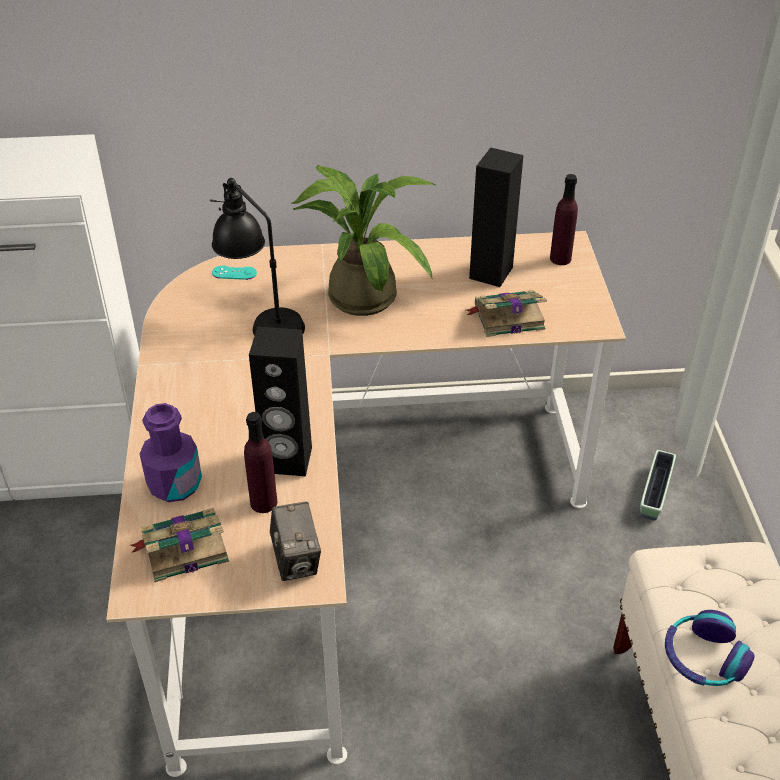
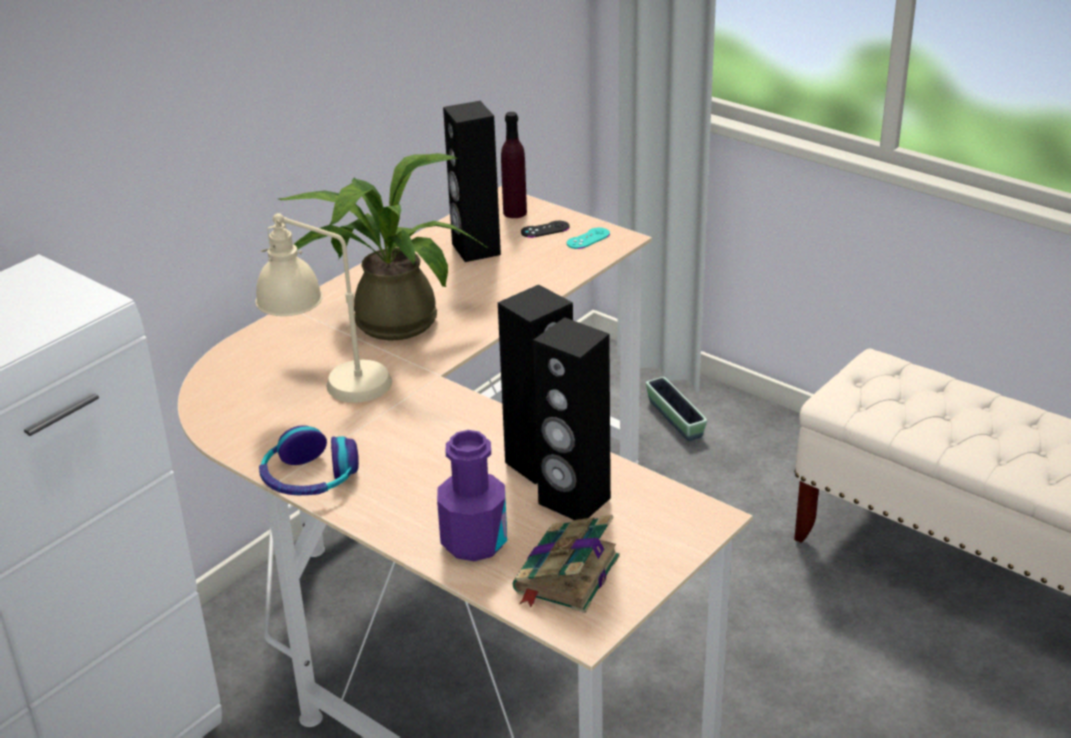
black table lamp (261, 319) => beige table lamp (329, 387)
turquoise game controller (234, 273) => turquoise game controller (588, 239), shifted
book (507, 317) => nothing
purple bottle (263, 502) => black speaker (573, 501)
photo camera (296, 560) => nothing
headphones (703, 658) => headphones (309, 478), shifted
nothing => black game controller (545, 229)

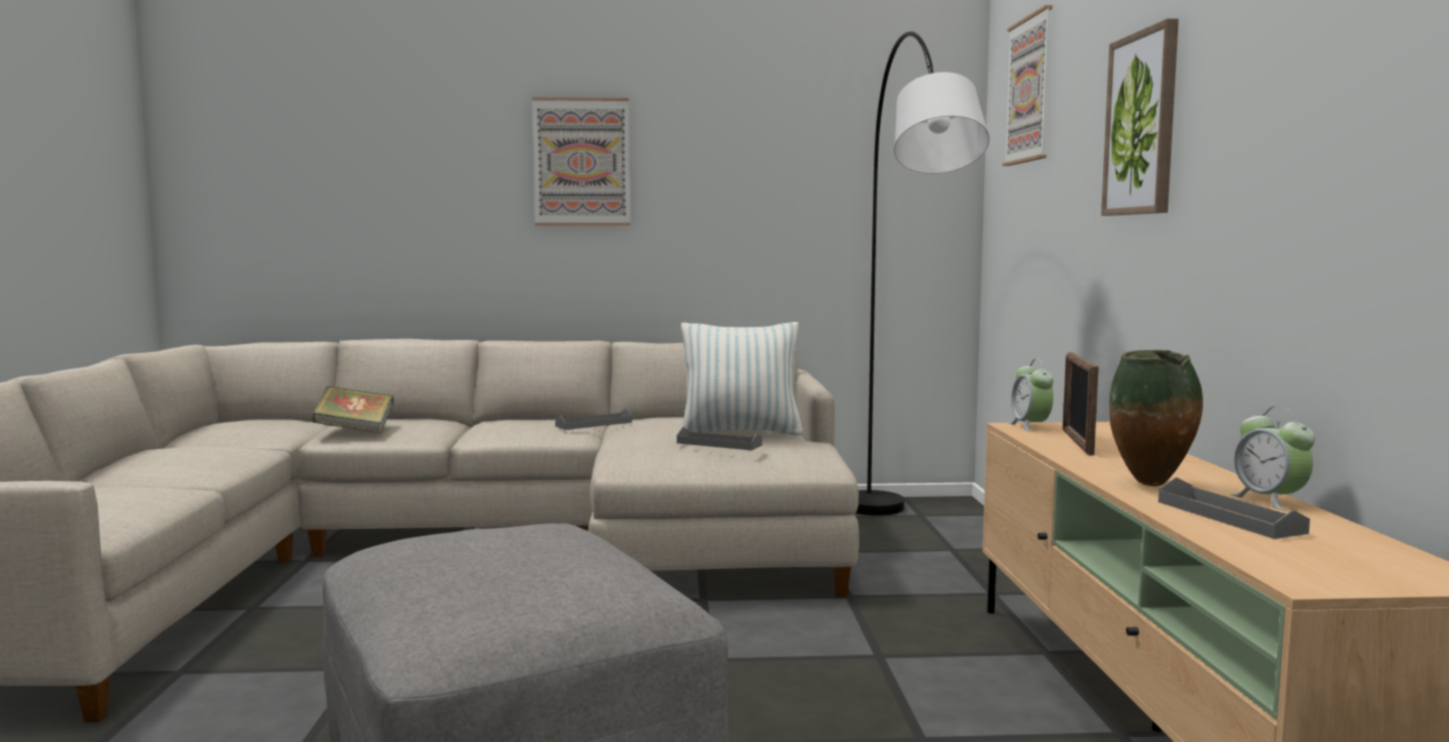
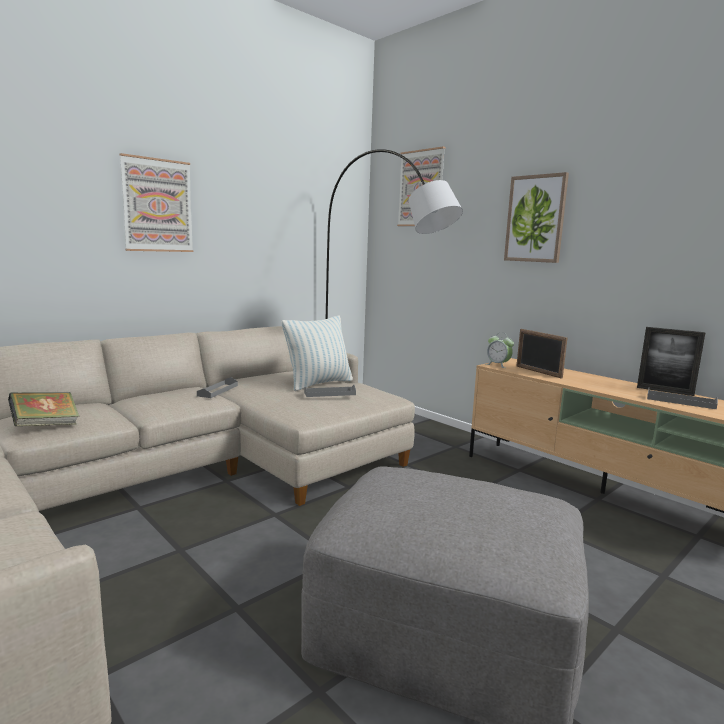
vase (1151, 485) => nothing
alarm clock (1269, 500) => picture frame (664, 391)

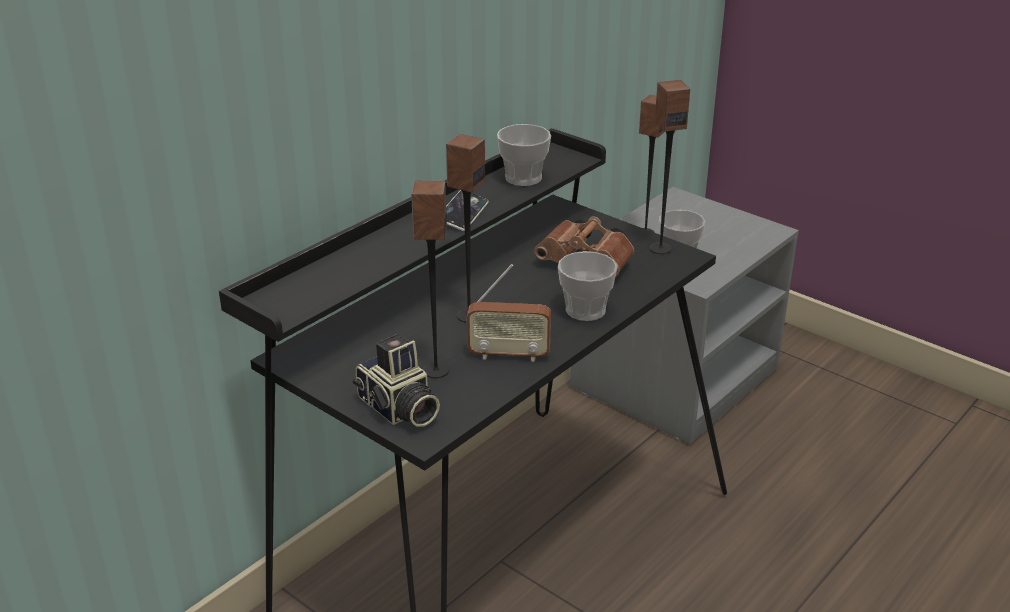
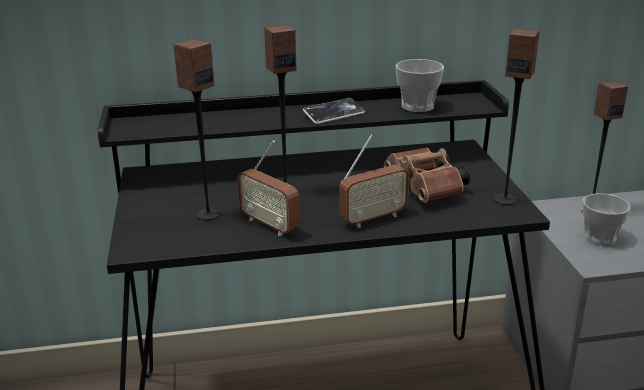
cup (585, 310) => radio (373, 218)
photo camera (398, 409) => nothing

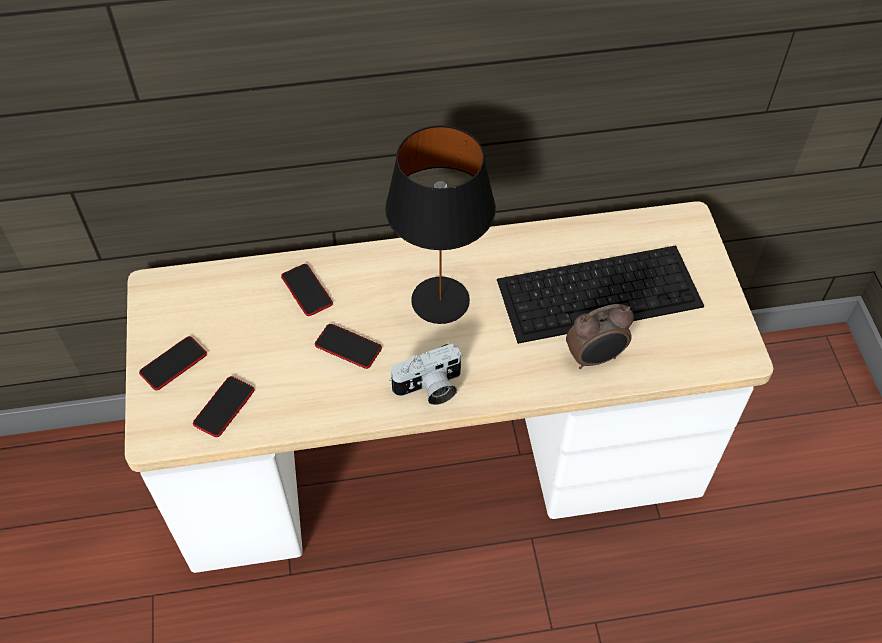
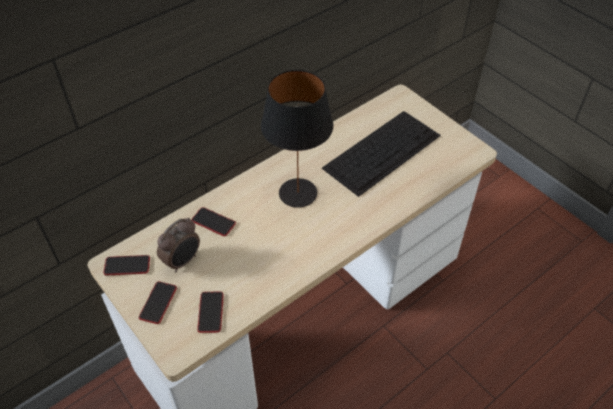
alarm clock (595, 358) => alarm clock (183, 261), shifted
phone (348, 347) => phone (127, 266), shifted
photo camera (430, 388) => nothing

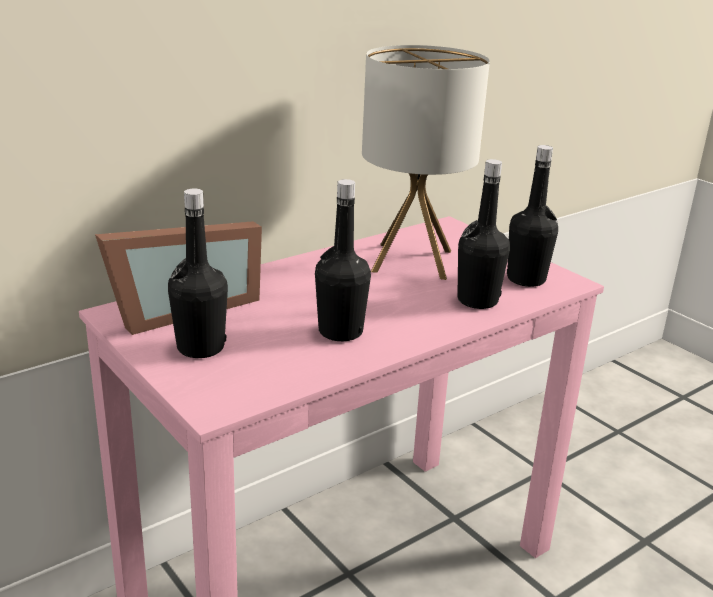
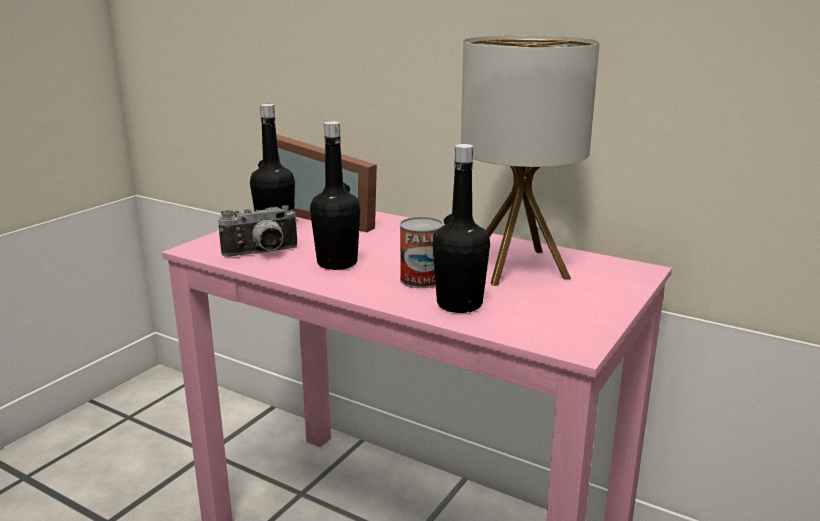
black bottle (526, 279) => nothing
nothing => photo camera (262, 253)
nothing => can (421, 279)

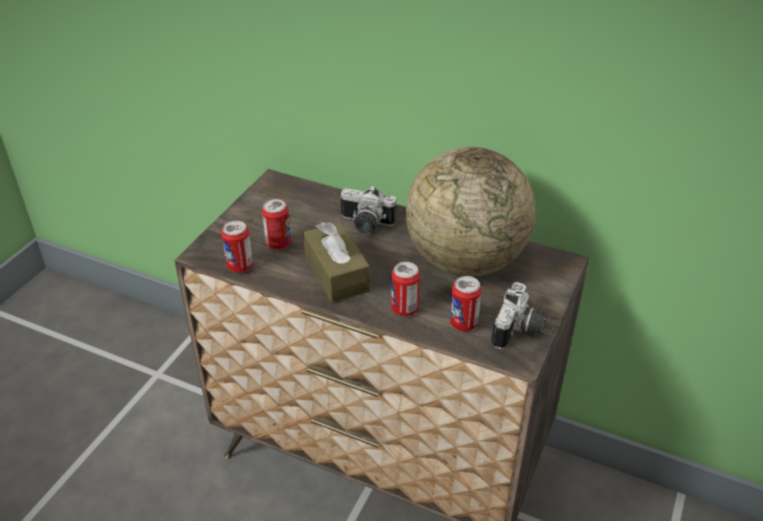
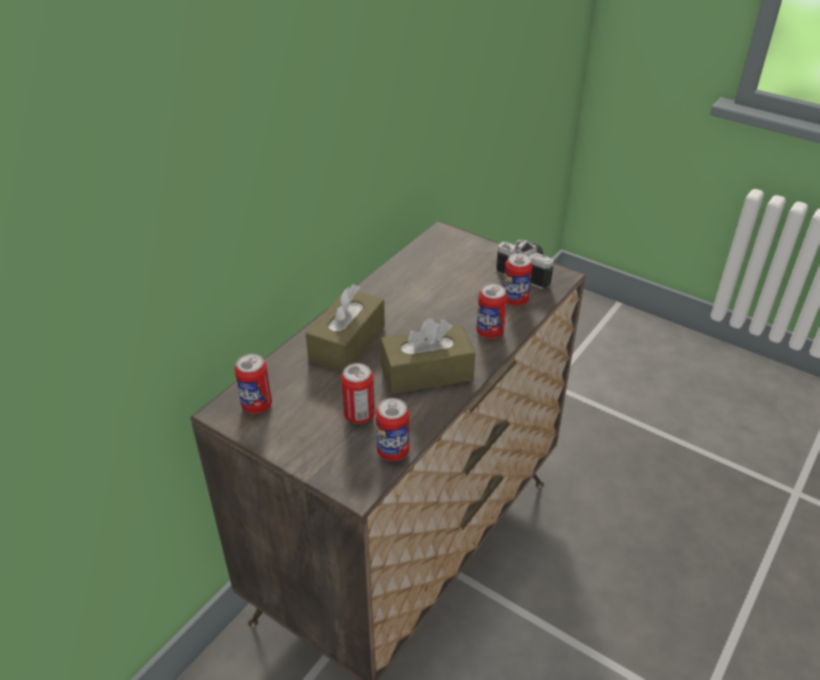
globe (465, 260) => nothing
photo camera (365, 225) => brown tissue box (347, 343)
nothing => can (257, 405)

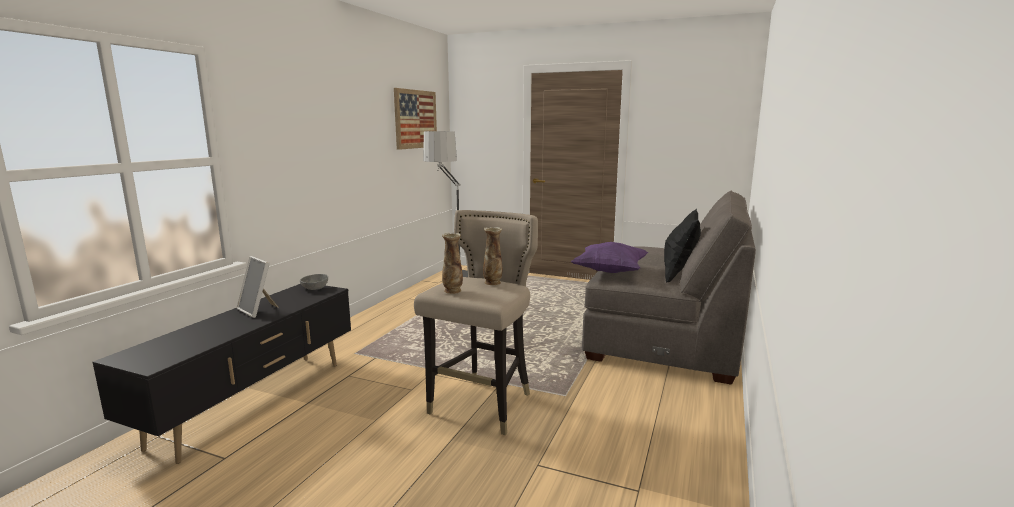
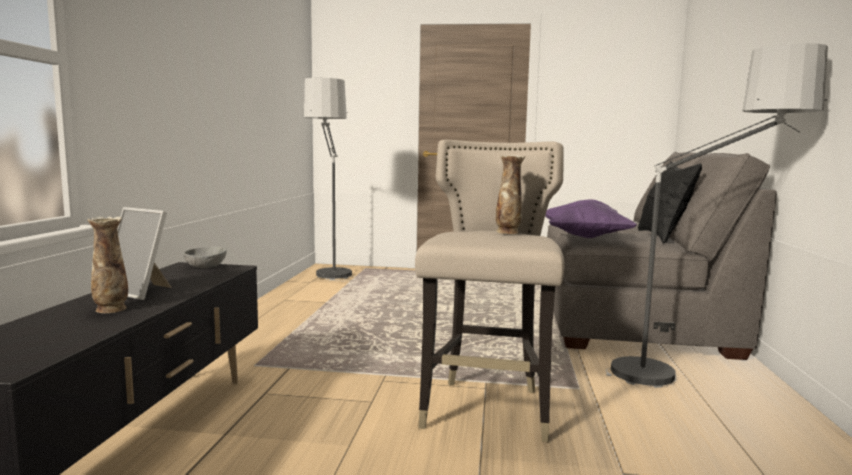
picture (415, 119) => nothing
vase (452, 291) => vase (111, 309), shifted
nothing => floor lamp (693, 378)

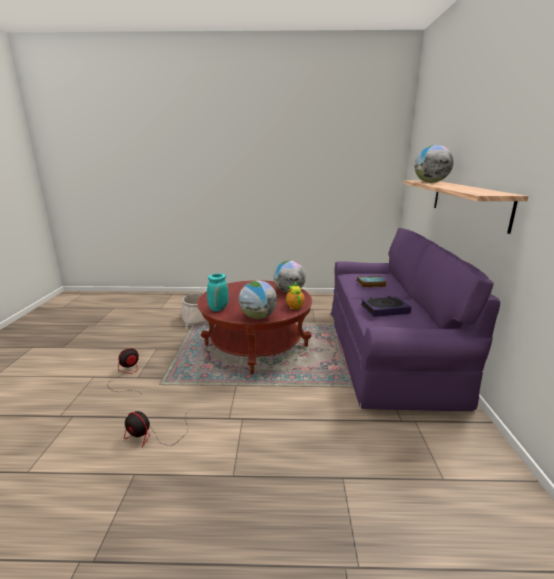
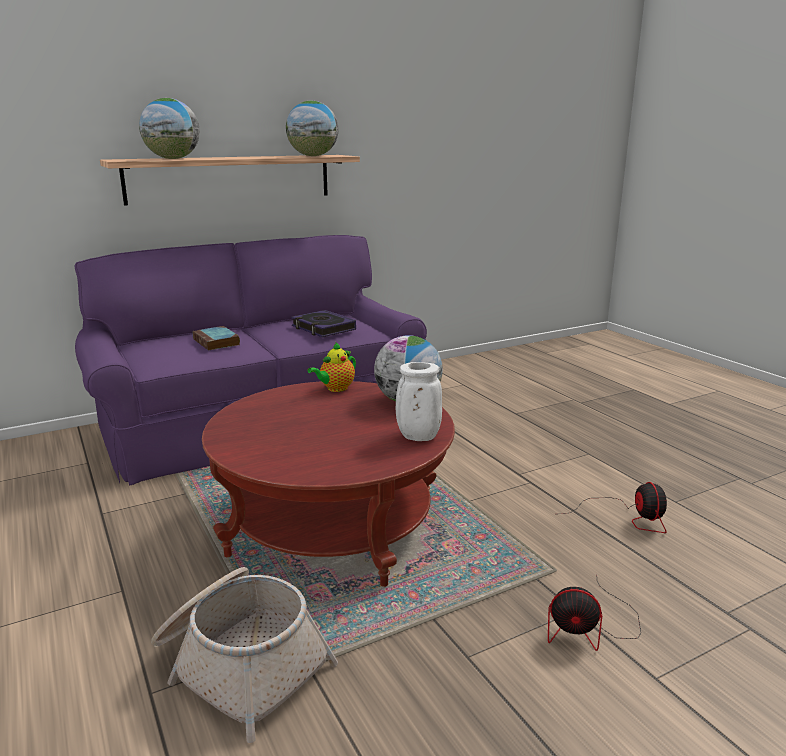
globe (289, 291) => globe (313, 156), shifted
turquoise vase (218, 309) => white vase (417, 437)

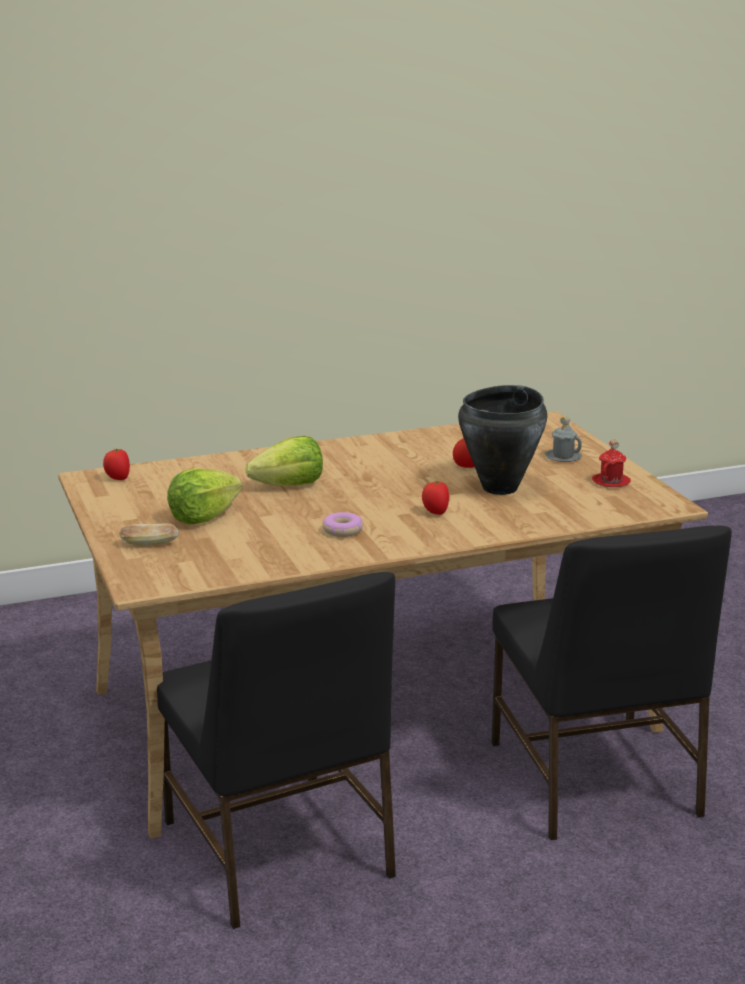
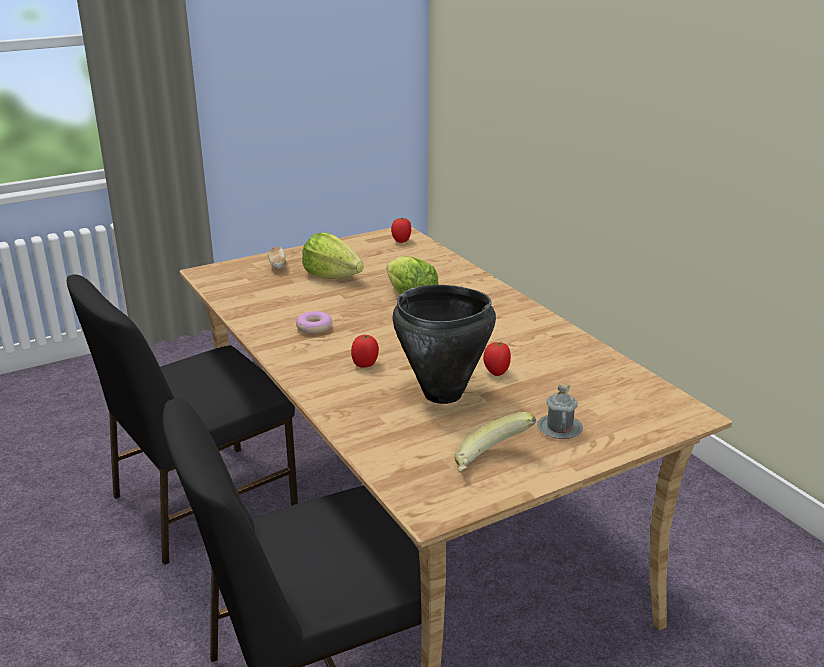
red mug (611, 482) => banana (491, 463)

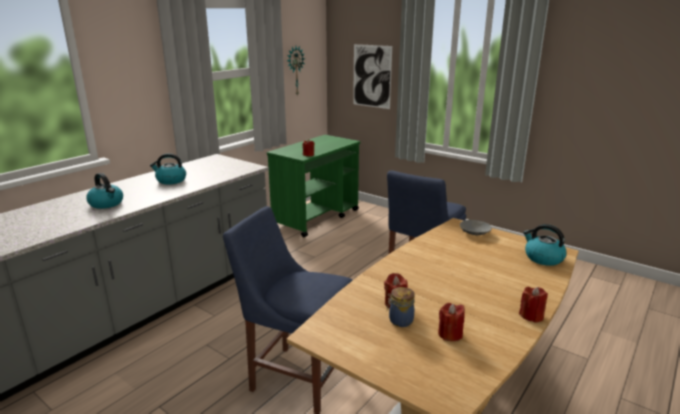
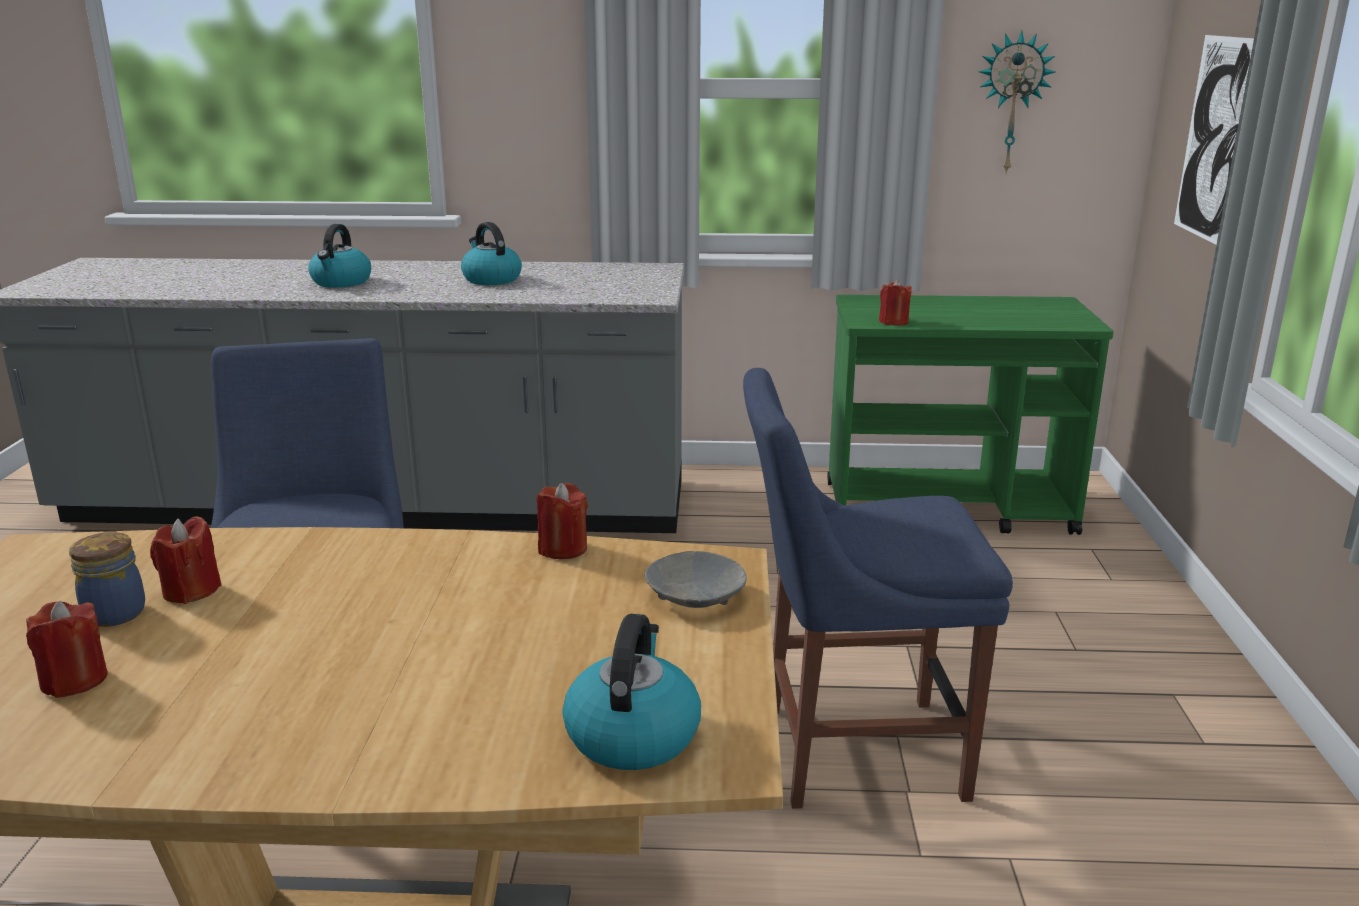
red candle (531, 316) => red candle (562, 548), shifted

